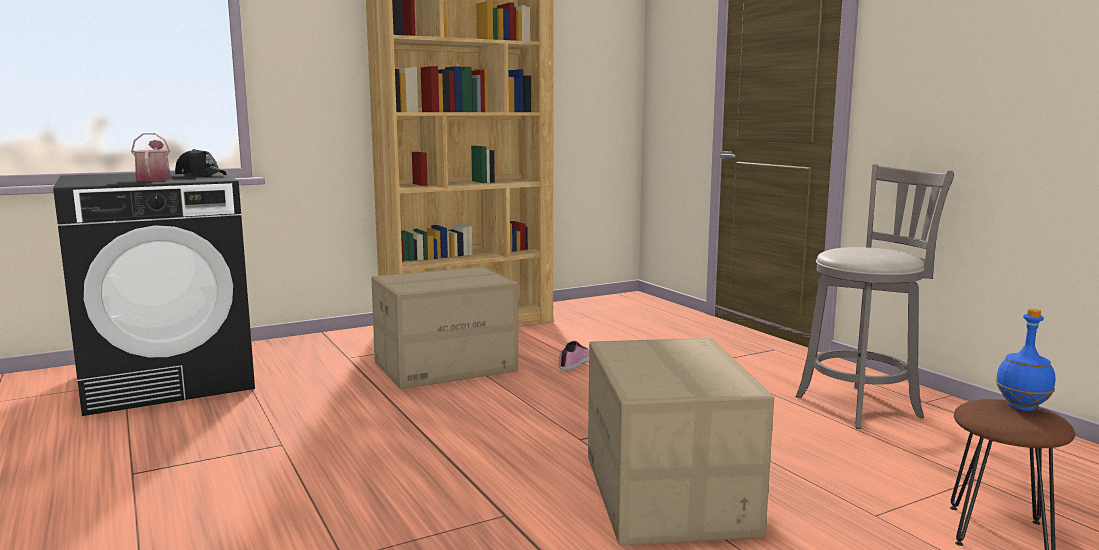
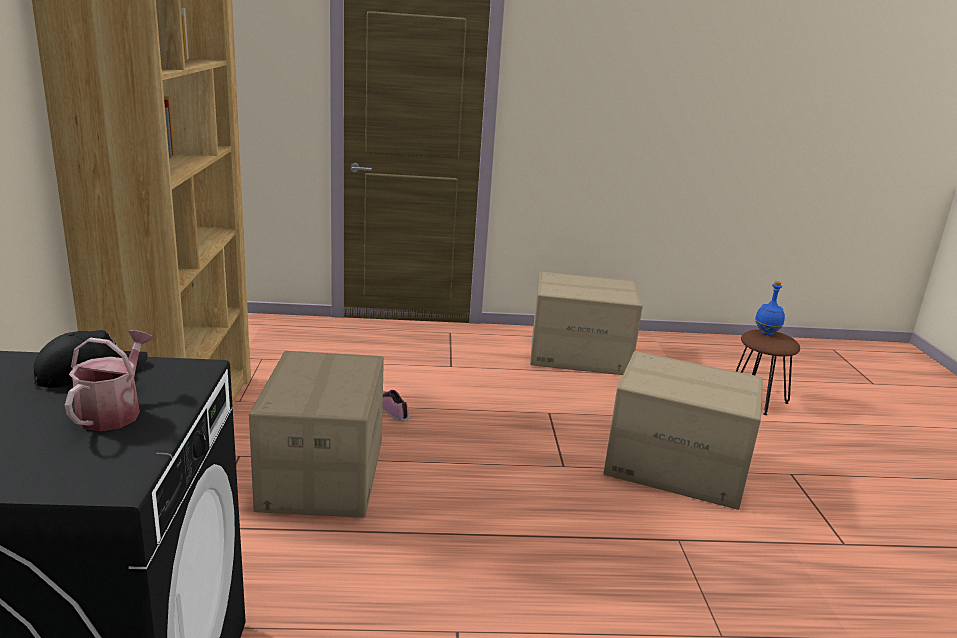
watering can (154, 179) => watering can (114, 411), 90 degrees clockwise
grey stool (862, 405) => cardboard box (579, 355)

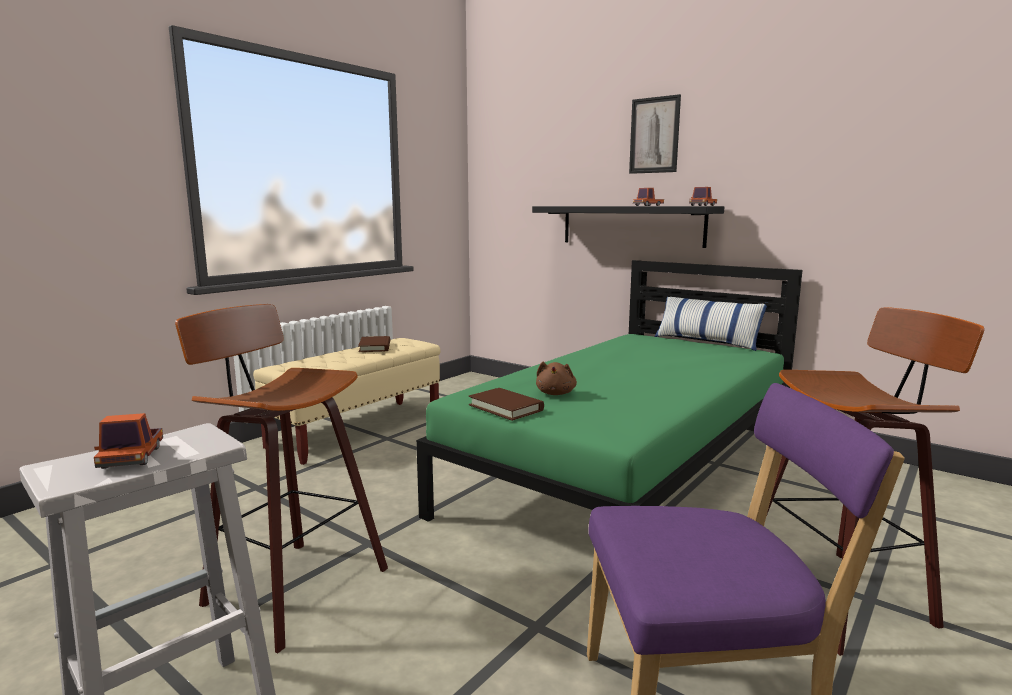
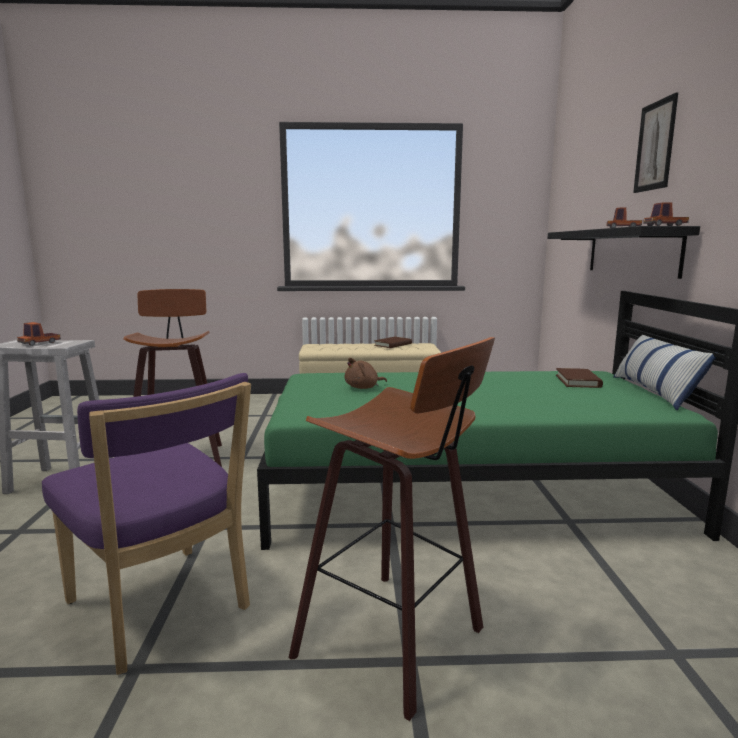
brown book (506, 408) => brown book (578, 381), shifted

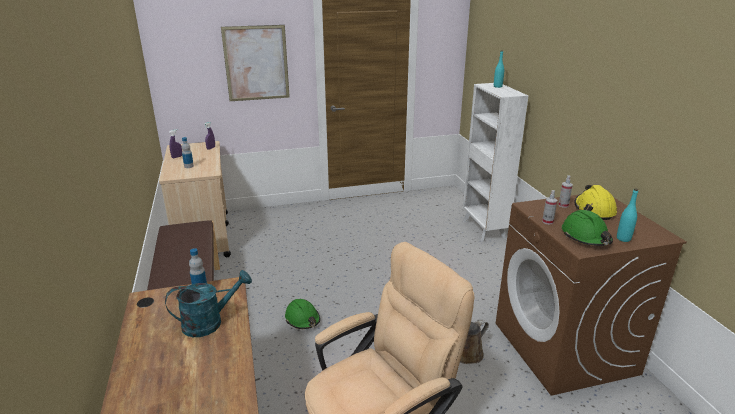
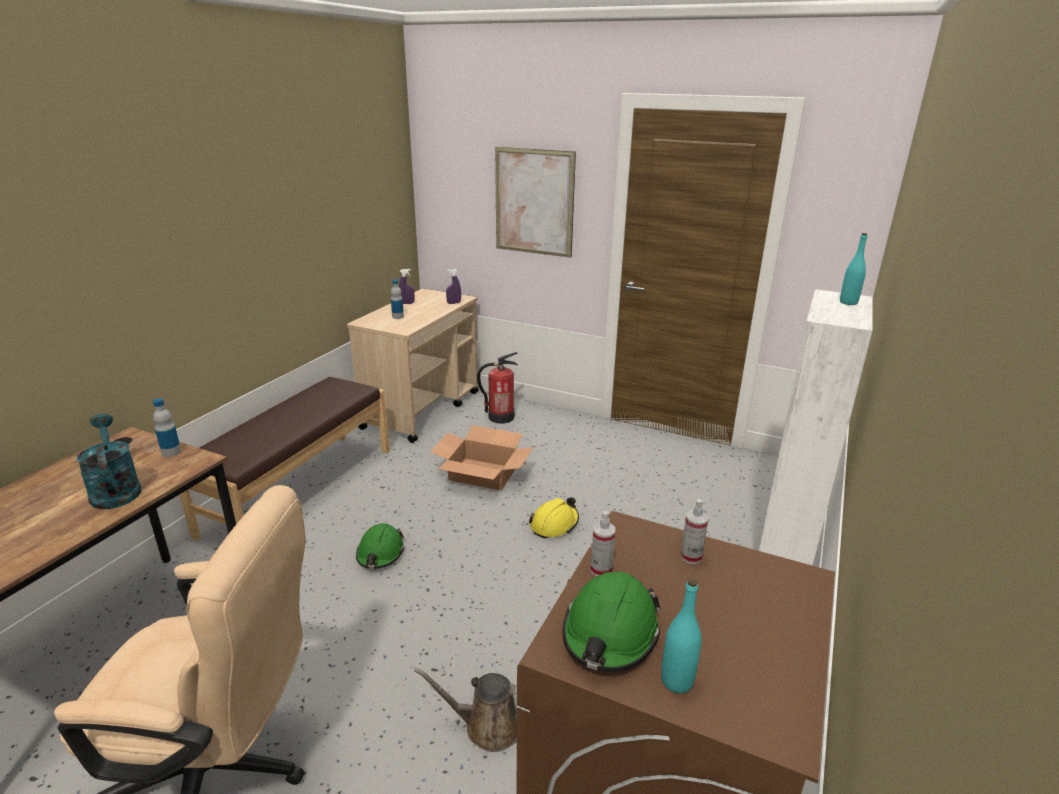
yellow hard hat (594, 209) => yellow hard hat (554, 524), shifted
turquoise watering can (210, 322) => turquoise watering can (115, 490), 135 degrees counterclockwise
nothing => fire extinguisher (500, 417)
nothing => cardboard box (482, 474)

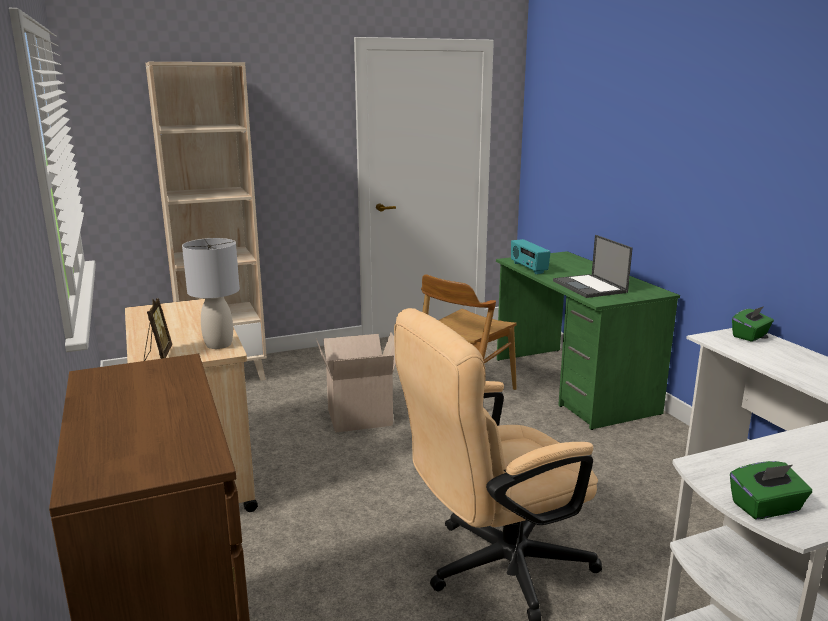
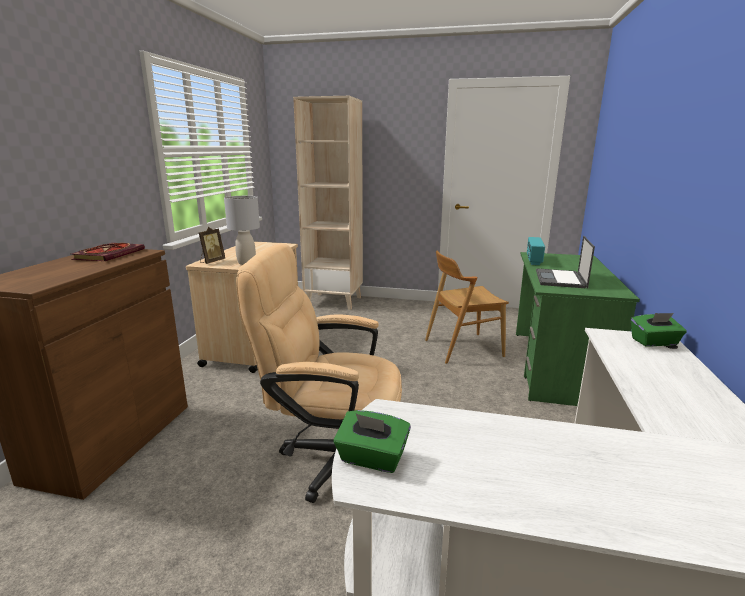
cardboard box (360, 416) => nothing
nothing => book (109, 254)

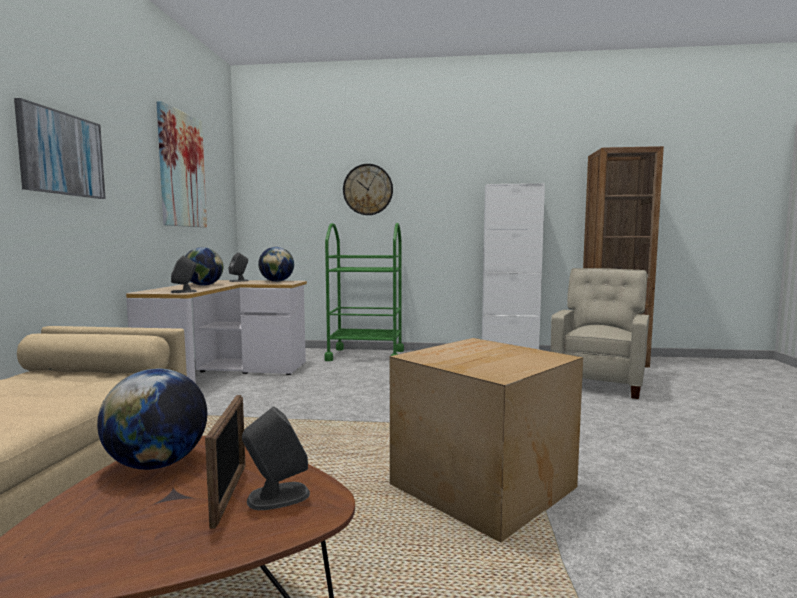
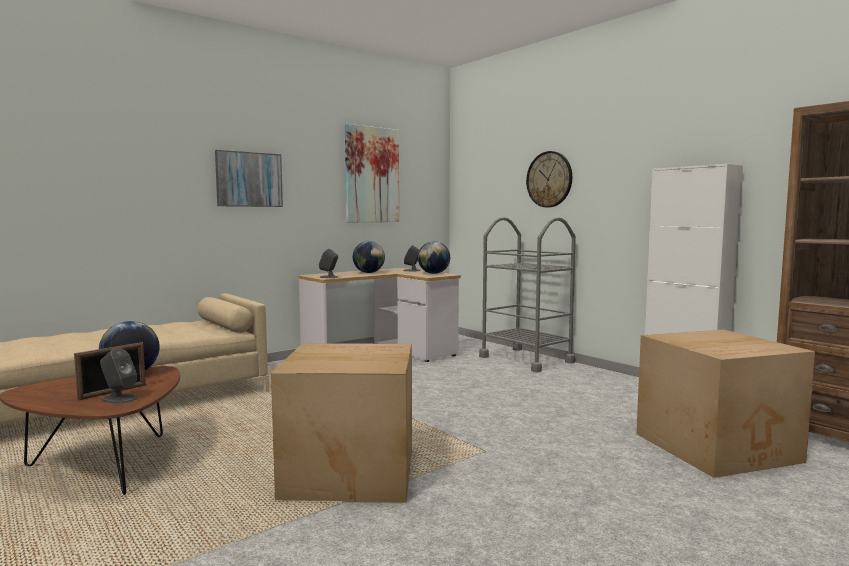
green cart (365, 355) => grey cart (526, 359)
beige armchair (599, 381) => cardboard box (718, 448)

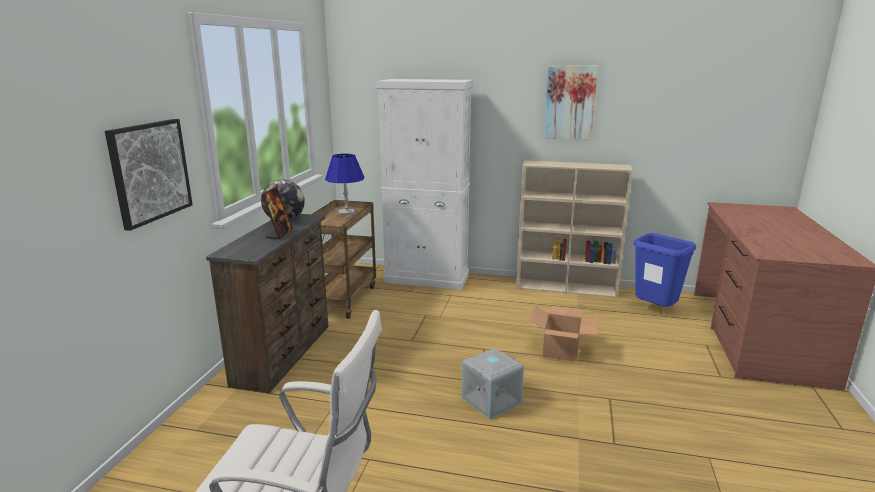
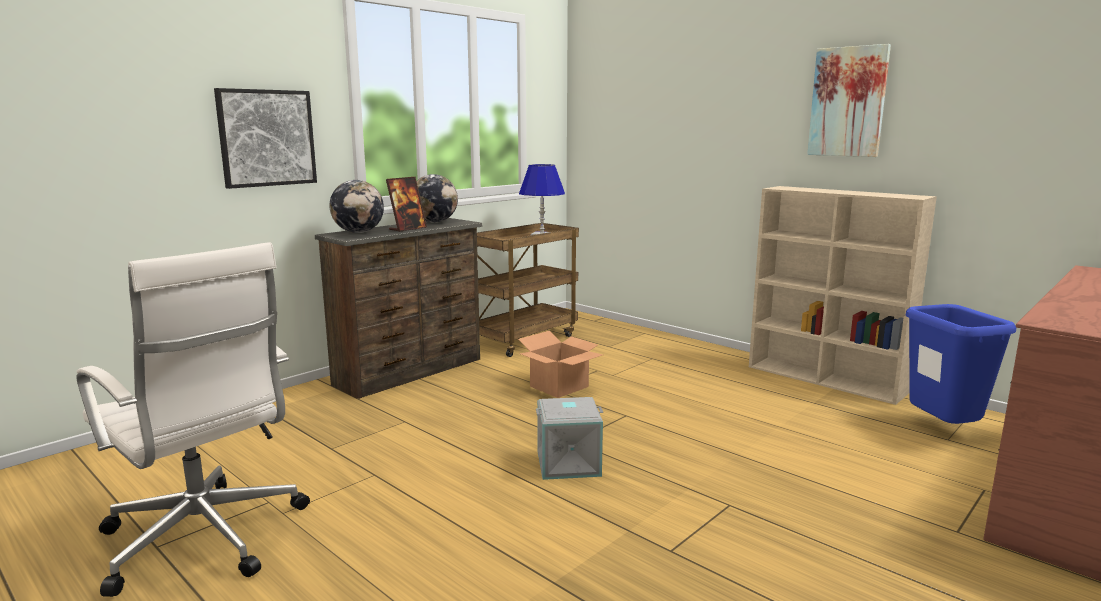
white cabinet (427, 278) => nothing
cardboard box (560, 350) => cardboard box (559, 386), shifted
nothing => globe (358, 232)

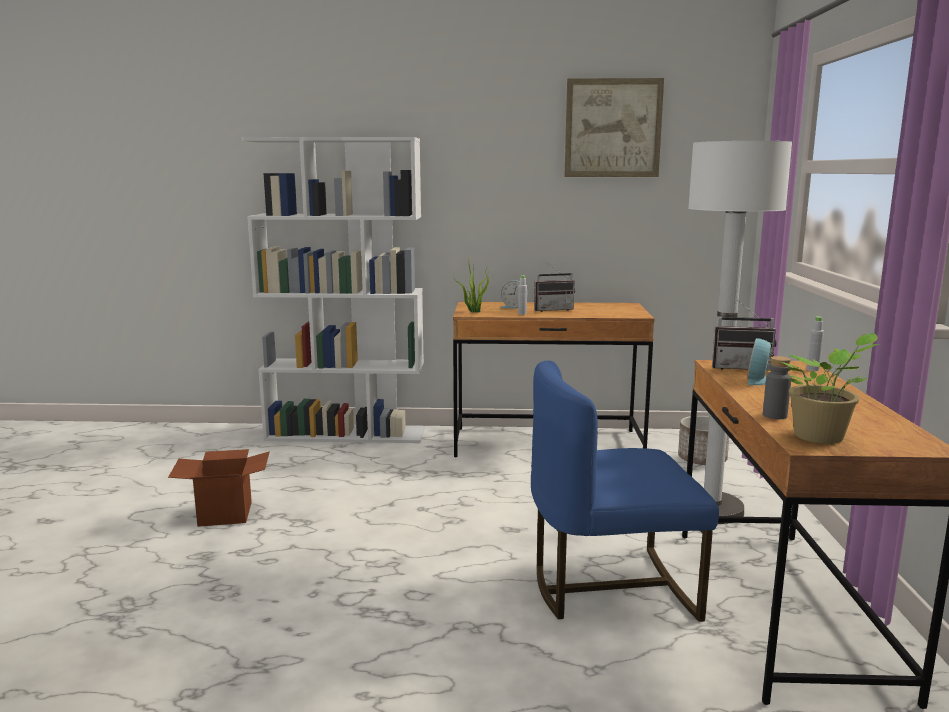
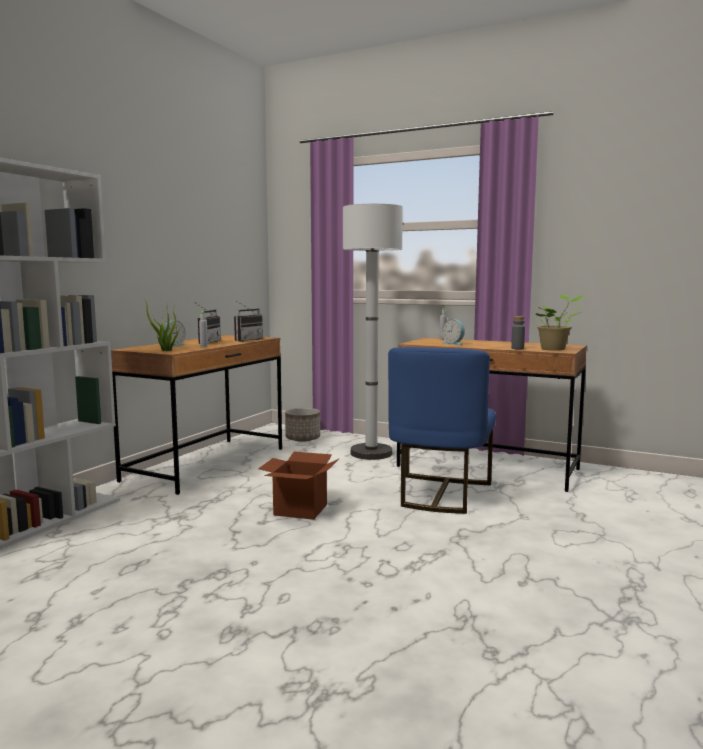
picture (613, 128) => nothing
radio (740, 367) => radio (246, 340), shifted
cardboard box (225, 514) => cardboard box (300, 510), shifted

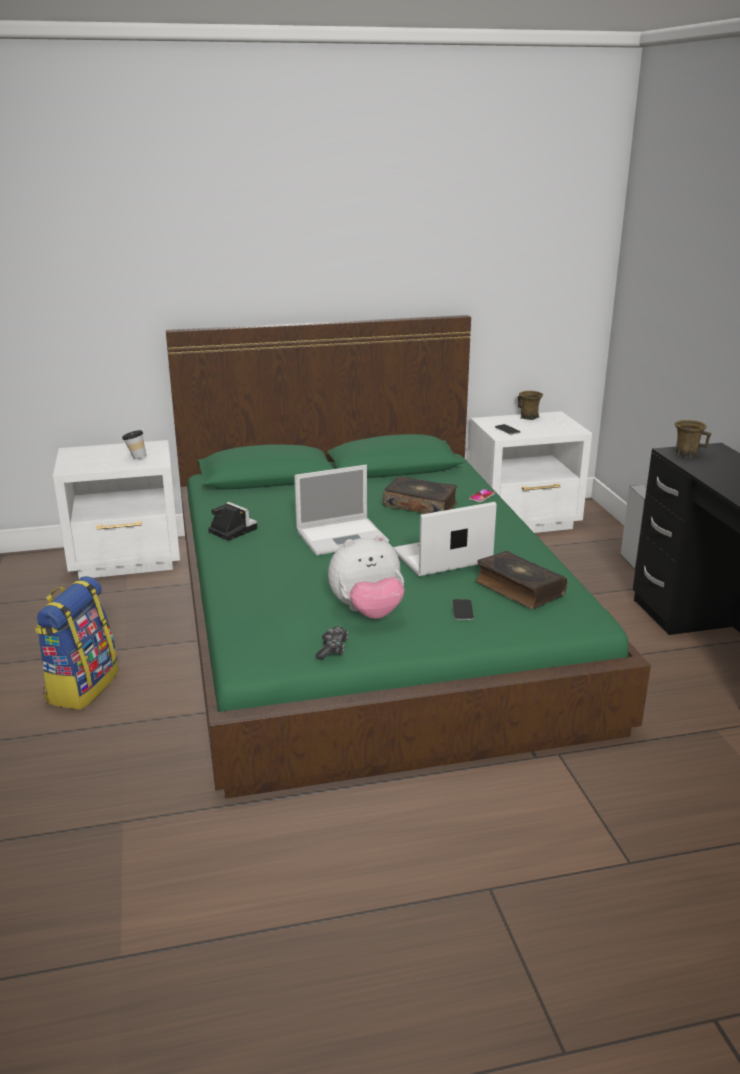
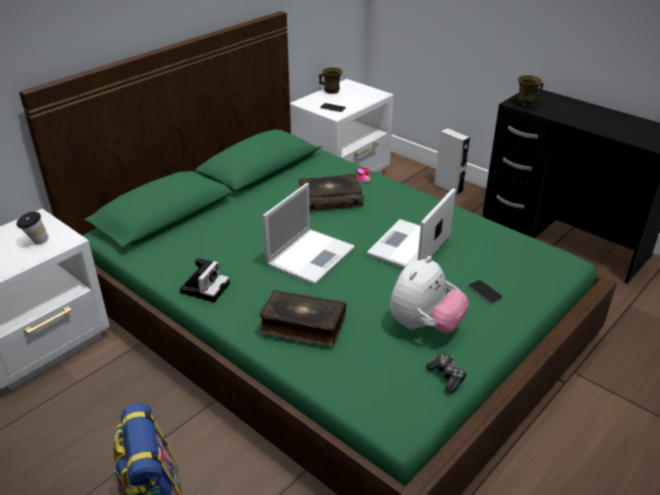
photo camera (231, 530) => photo camera (205, 287), 105 degrees clockwise
book (518, 589) => book (302, 325), shifted

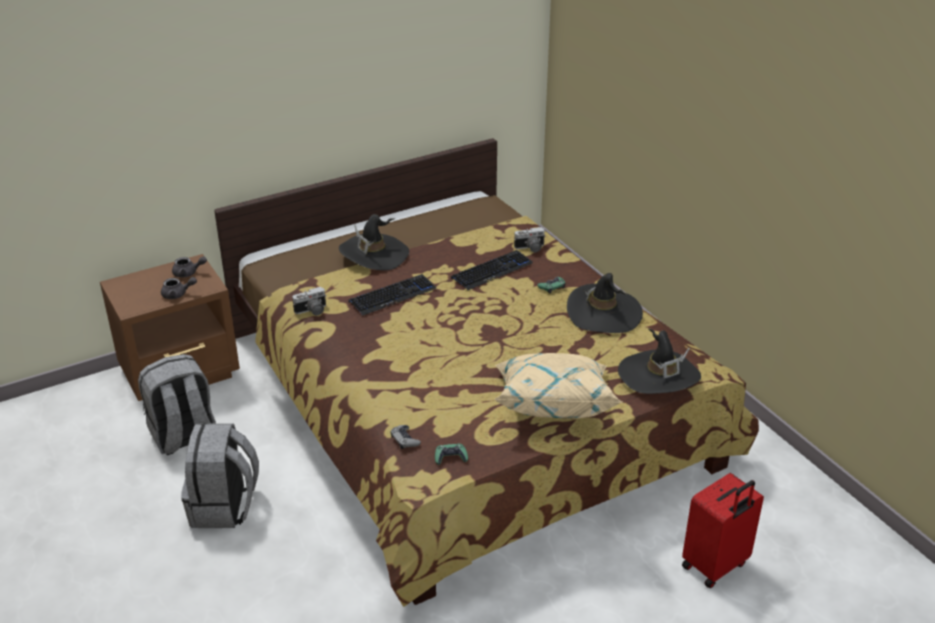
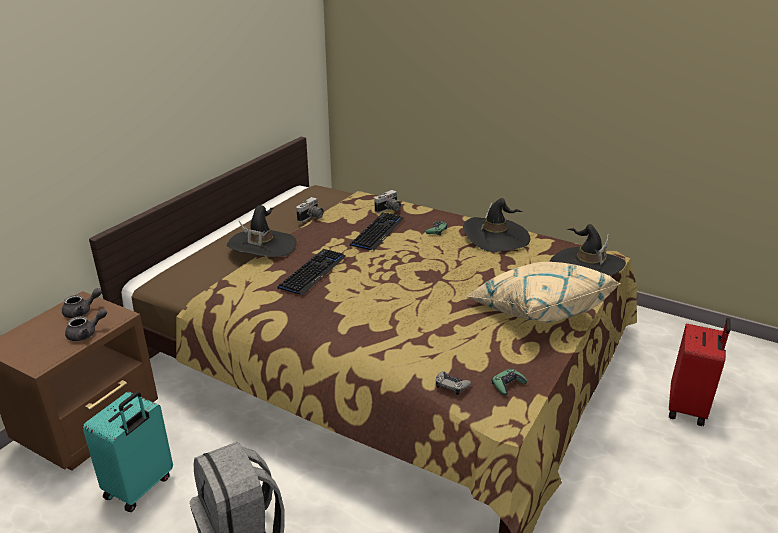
photo camera (312, 311) => photo camera (311, 218), shifted
grey backpack (184, 437) => turquoise suitcase (140, 487)

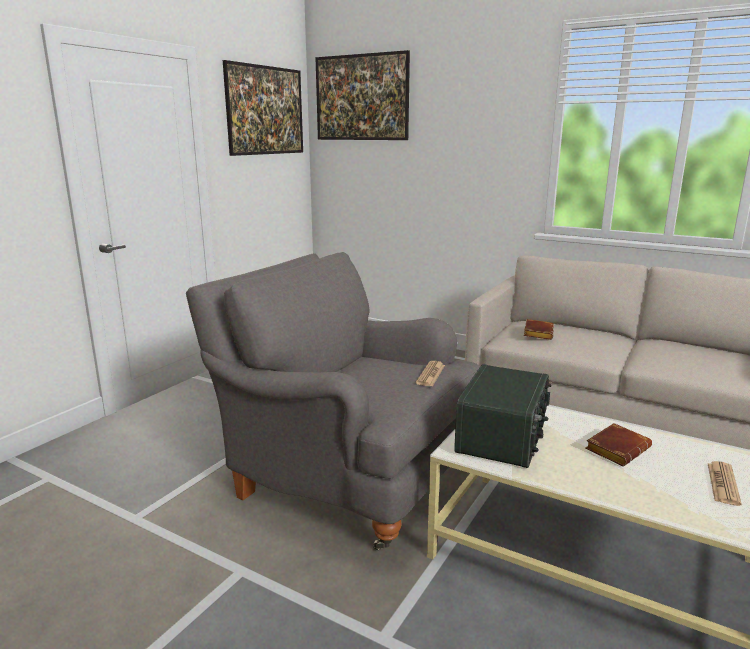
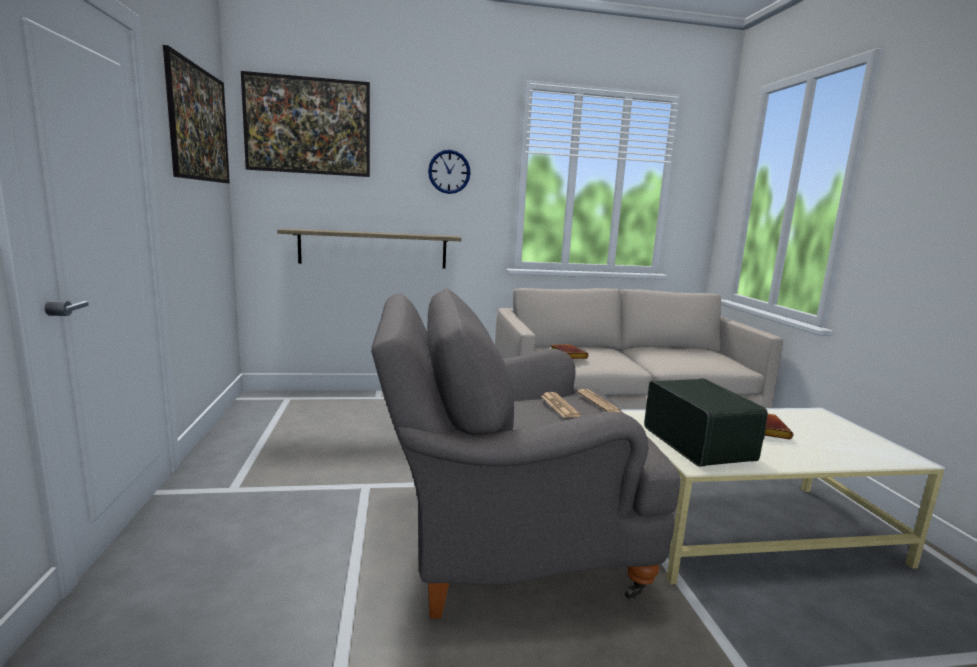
newspaper (723, 483) => newspaper (559, 406), shifted
nothing => wall clock (449, 172)
nothing => shelf (373, 249)

